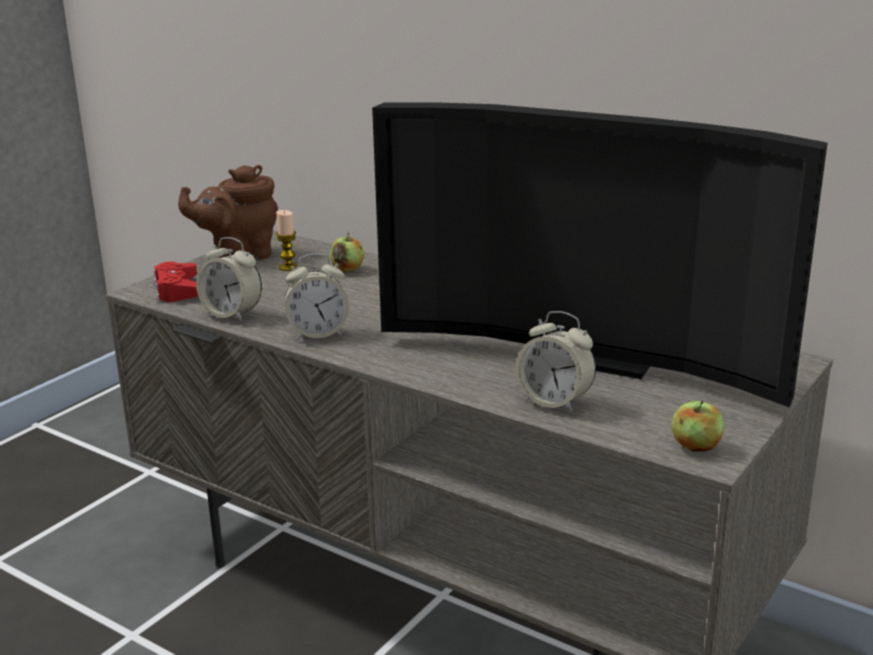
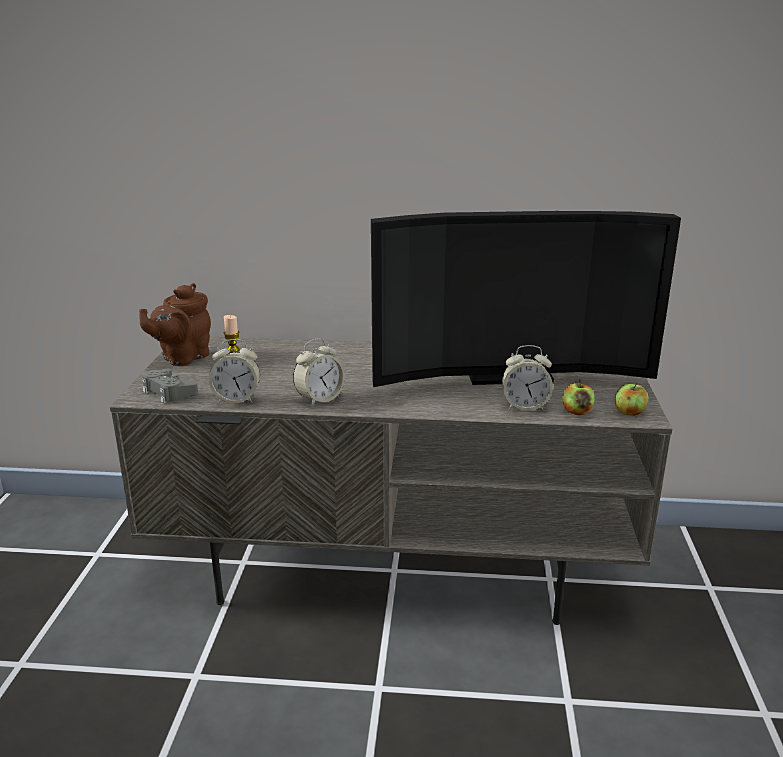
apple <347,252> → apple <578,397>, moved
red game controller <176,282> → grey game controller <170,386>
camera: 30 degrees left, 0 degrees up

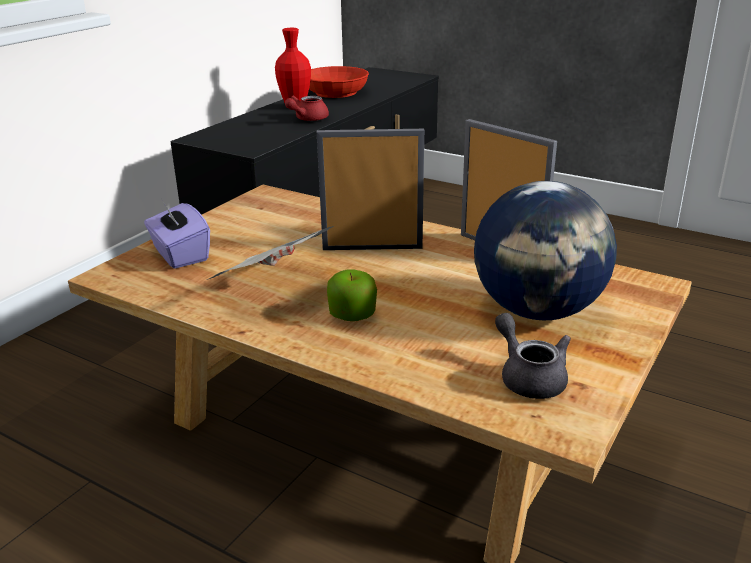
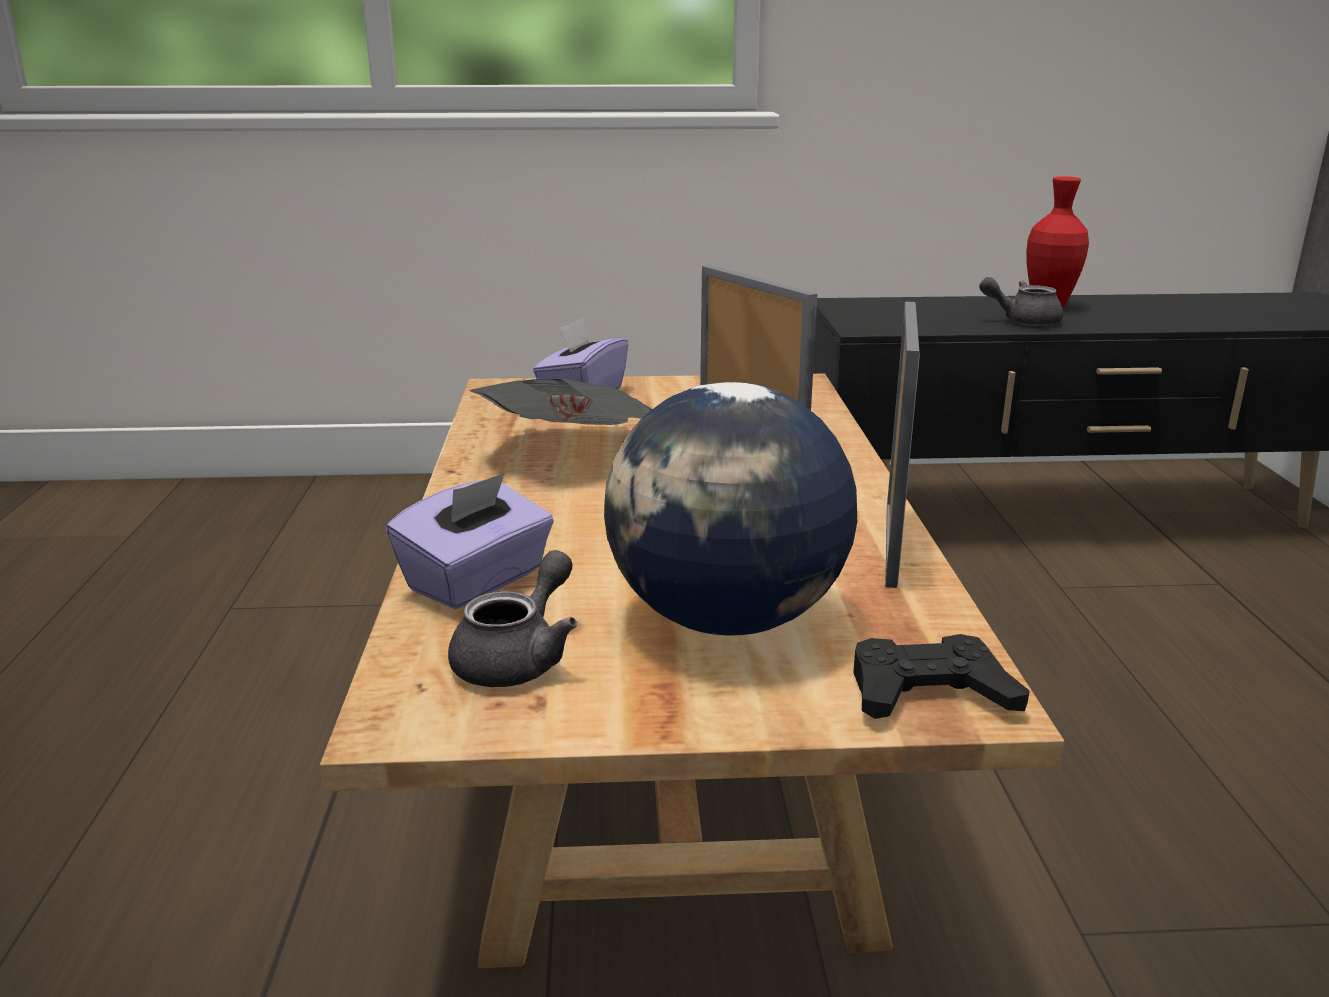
red bowl <339,82> → -
apple <352,295> → -
- → purple tissue box <470,540>
- → black game controller <941,676>
red teapot <307,108> → grey teapot <1021,301>
camera: 55 degrees right, 5 degrees down

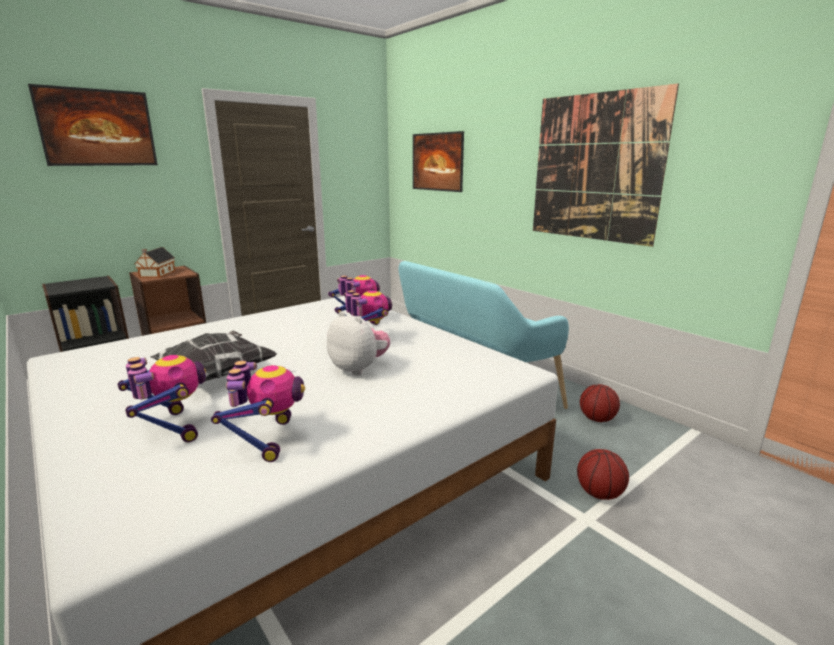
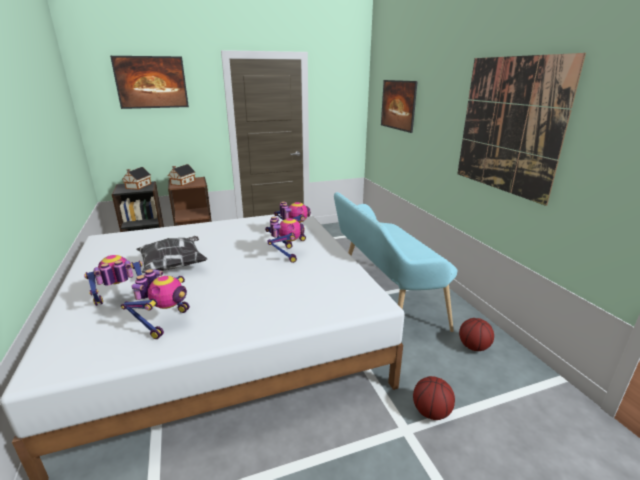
plush toy <358,343> → -
- → toy house <136,178>
toy robot <162,398> → toy robot <113,280>, 105 degrees counterclockwise
camera: 20 degrees right, 5 degrees up

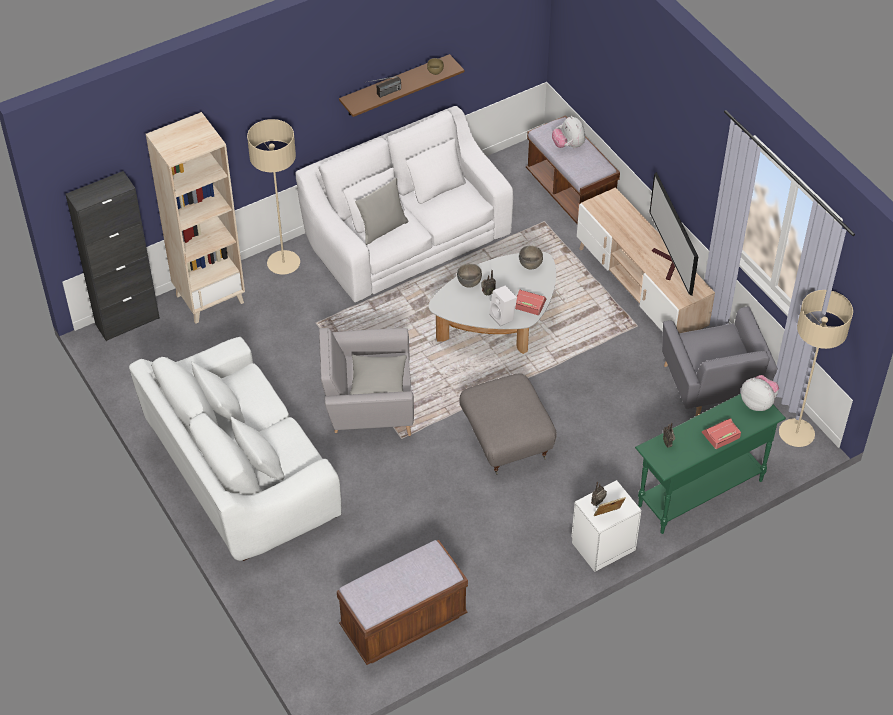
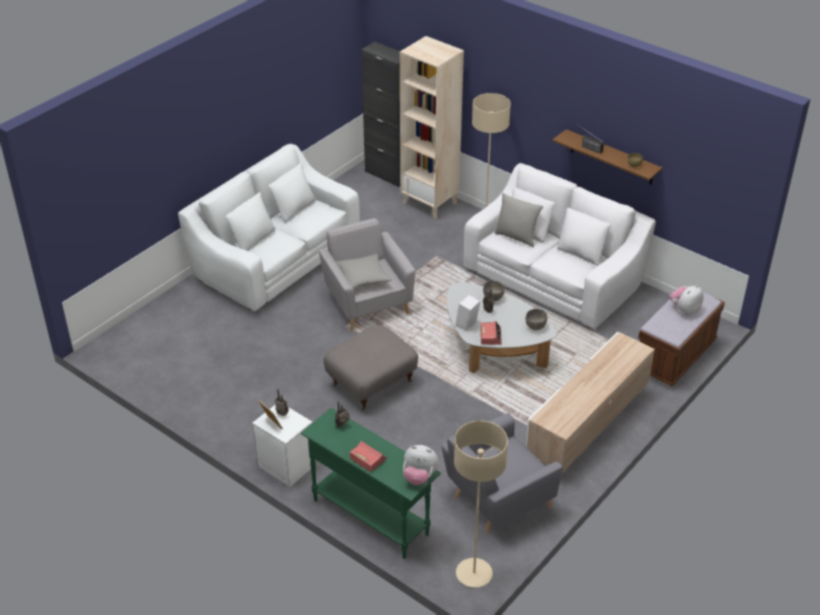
brown bench <402,602> → -
television <673,234> → -
plush toy <760,393> → plush toy <421,465>, 90 degrees clockwise
camera: 70 degrees right, 10 degrees down

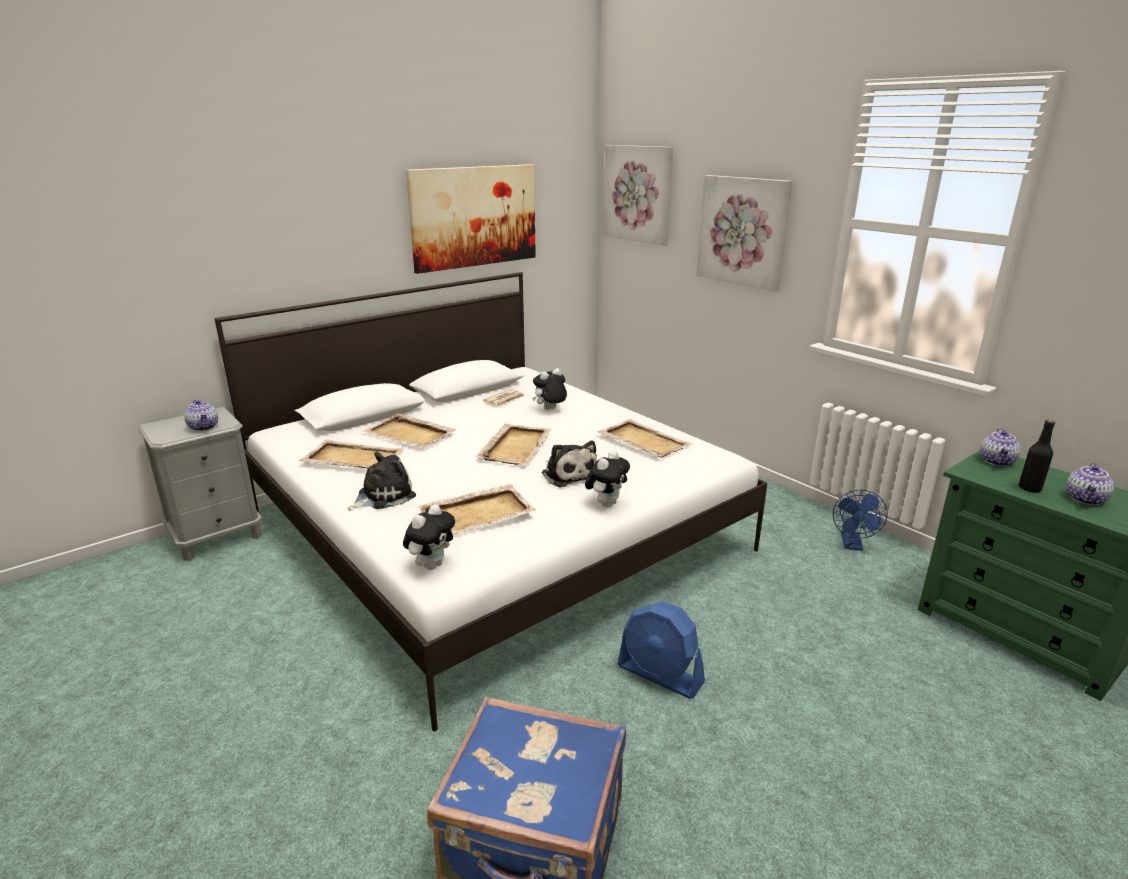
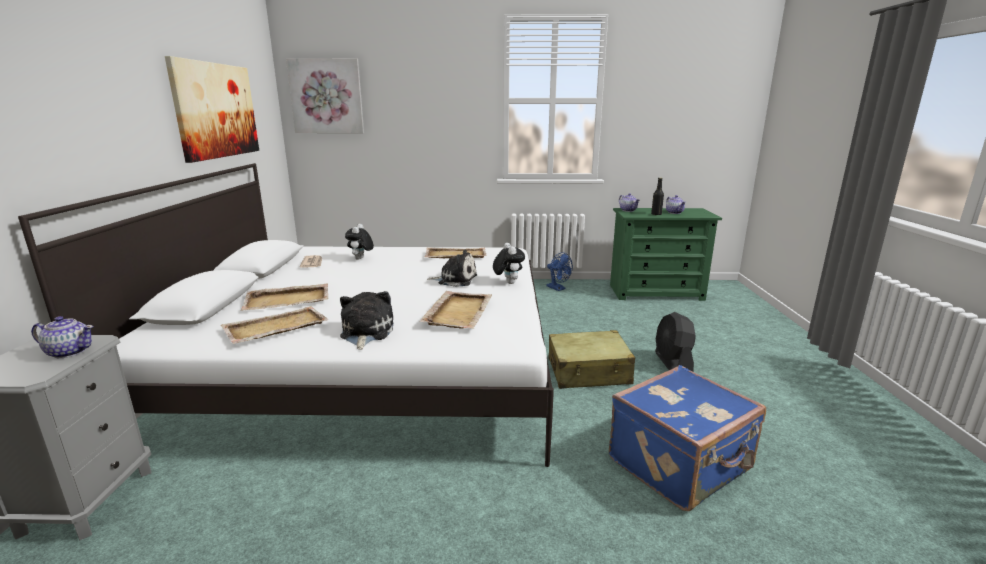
plush toy <429,537> → -
beige tray <513,444> → -
picture <744,233> → -
- → black fan <675,341>
blue fan <661,650> → beige suitcase <592,359>
camera: 50 degrees left, 5 degrees down

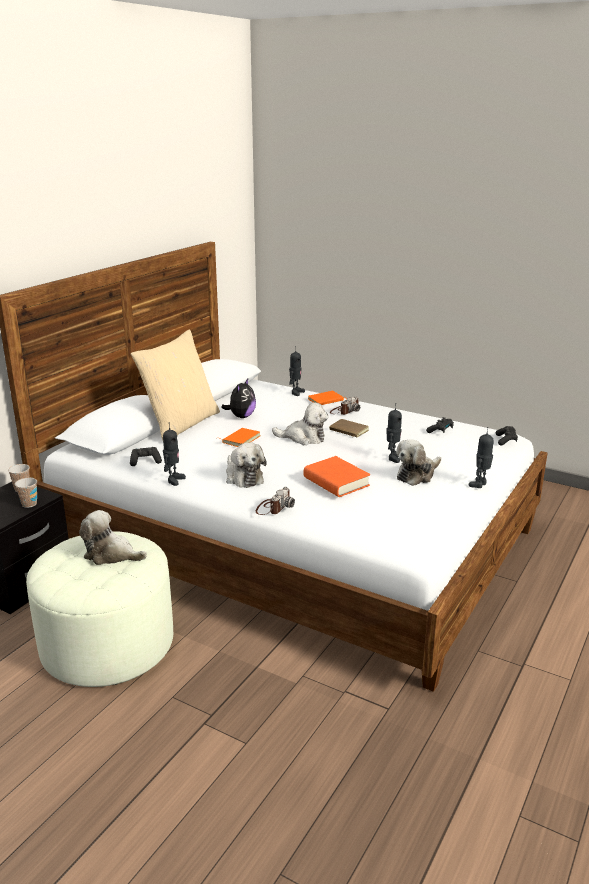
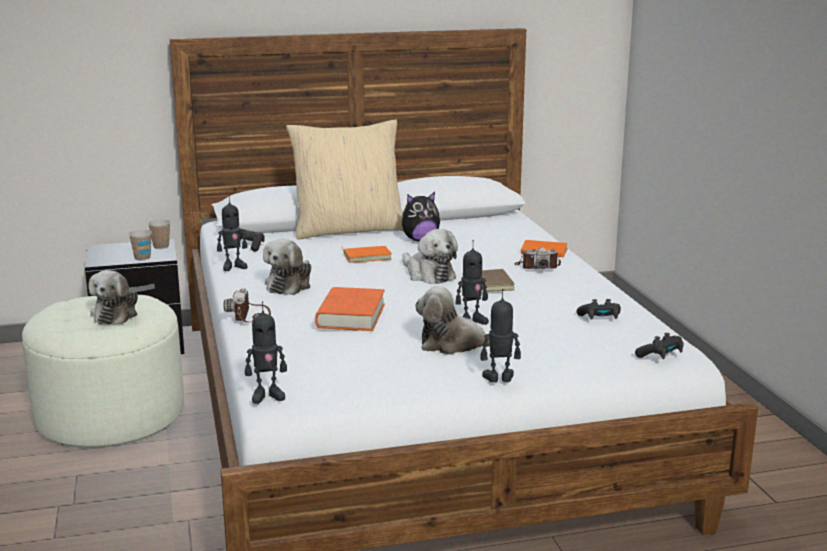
toy robot <297,371> → toy robot <266,352>, moved
plush toy <113,537> → plush toy <113,297>, 150 degrees counterclockwise
photo camera <275,501> → photo camera <247,305>, 105 degrees clockwise
camera: 45 degrees right, 5 degrees down

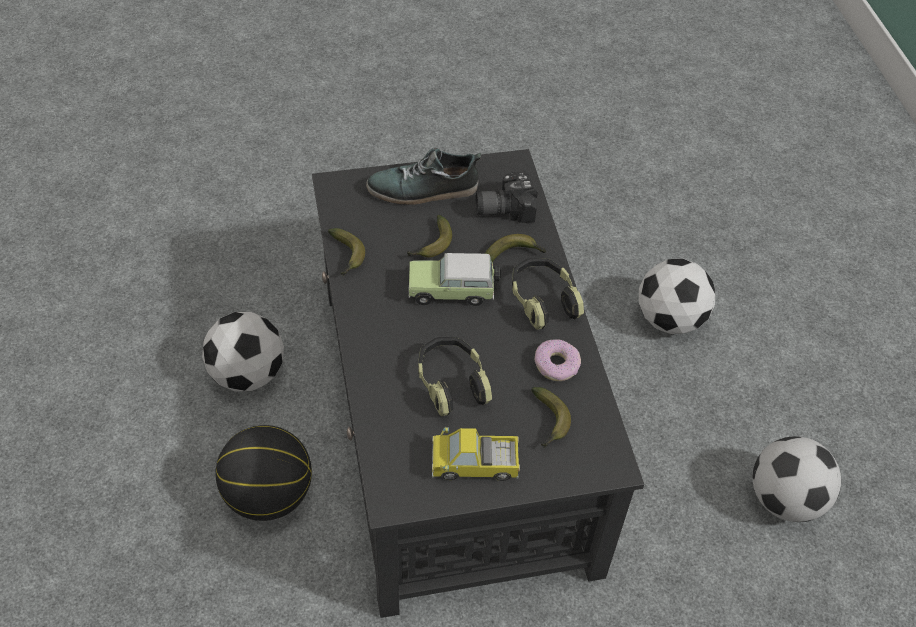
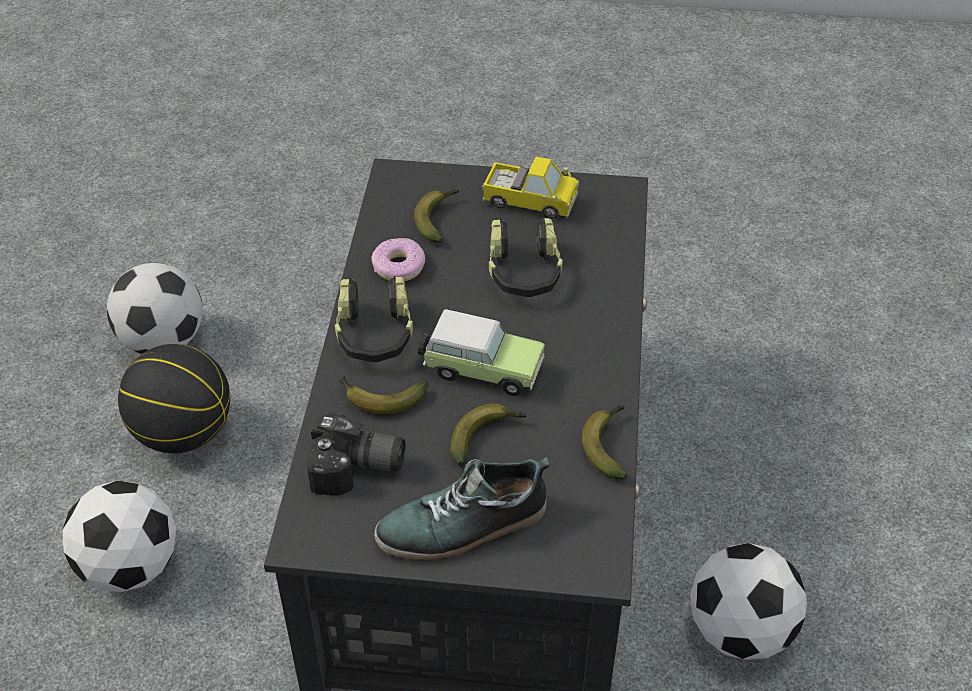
basketball <263,473> → basketball <174,398>, moved
shoe <423,176> → shoe <462,508>, 150 degrees clockwise
camera: 160 degrees left, 5 degrees down

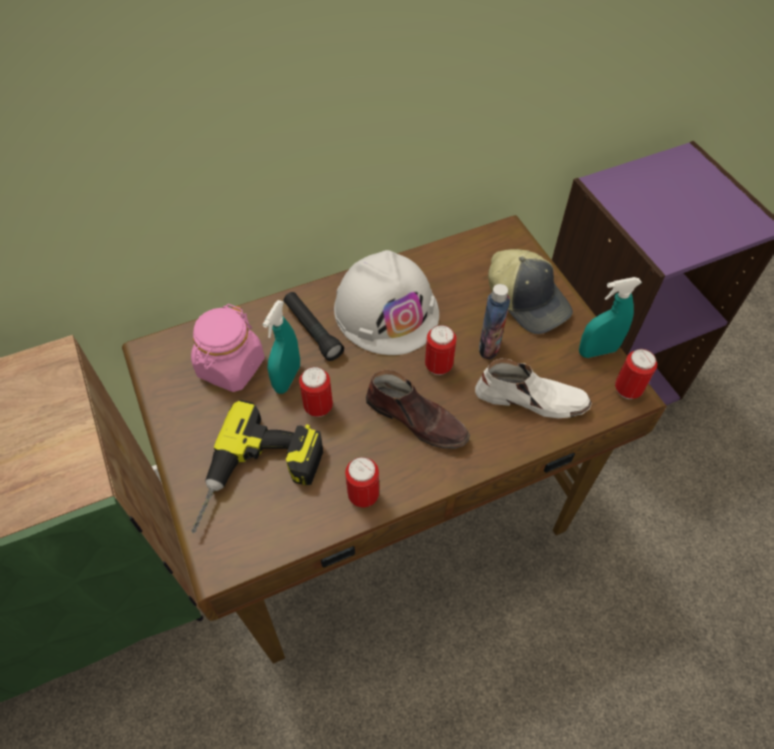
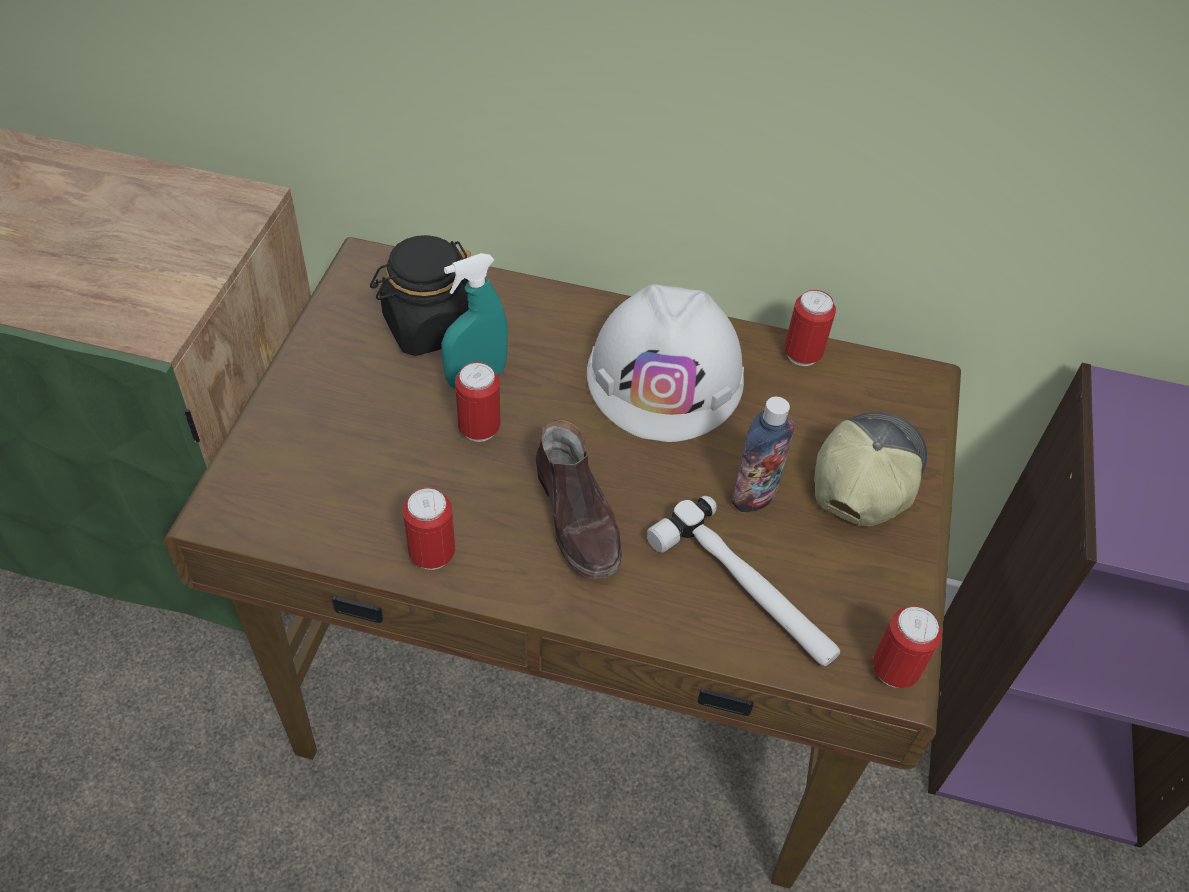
power drill <257,466> → -
black flashlight <314,326> → -
turquoise spray bottle <610,317> → -
can <441,350> → can <810,328>, moved
white shoe <533,388> → hammer <743,581>
pink jar <228,348> → black jar <420,295>
cap <530,291> → cap <870,469>, 150 degrees counterclockwise
camera: 35 degrees right, 5 degrees down

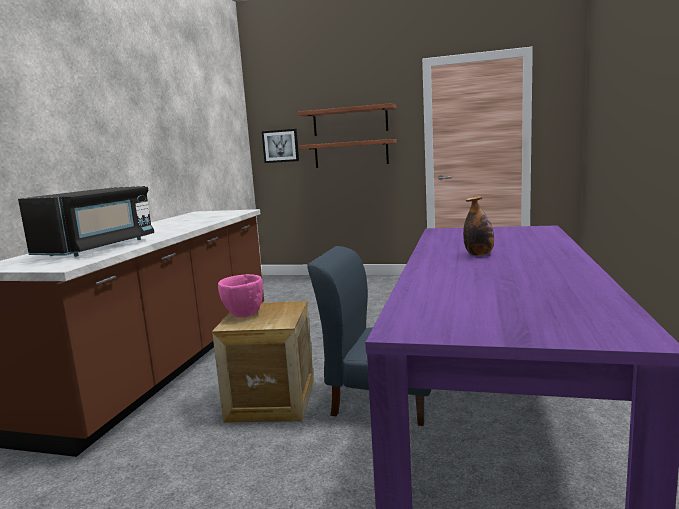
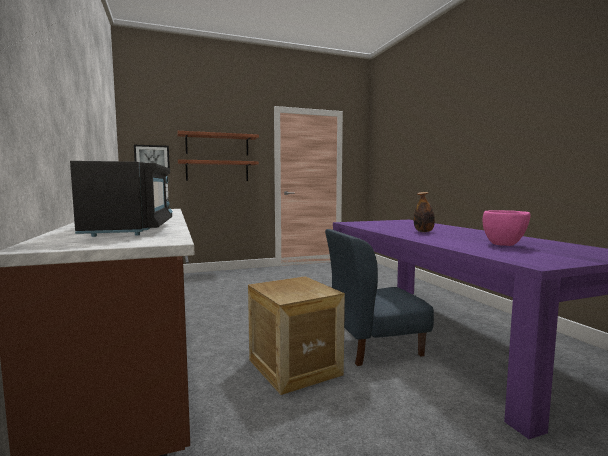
pink bowl <240,295> → pink bowl <507,228>, moved
camera: 35 degrees left, 5 degrees down

